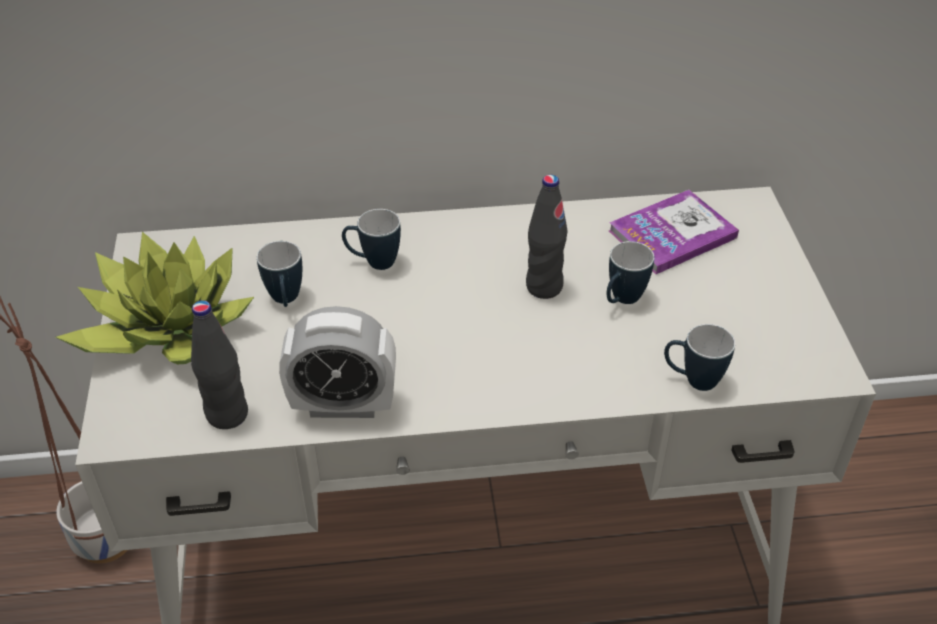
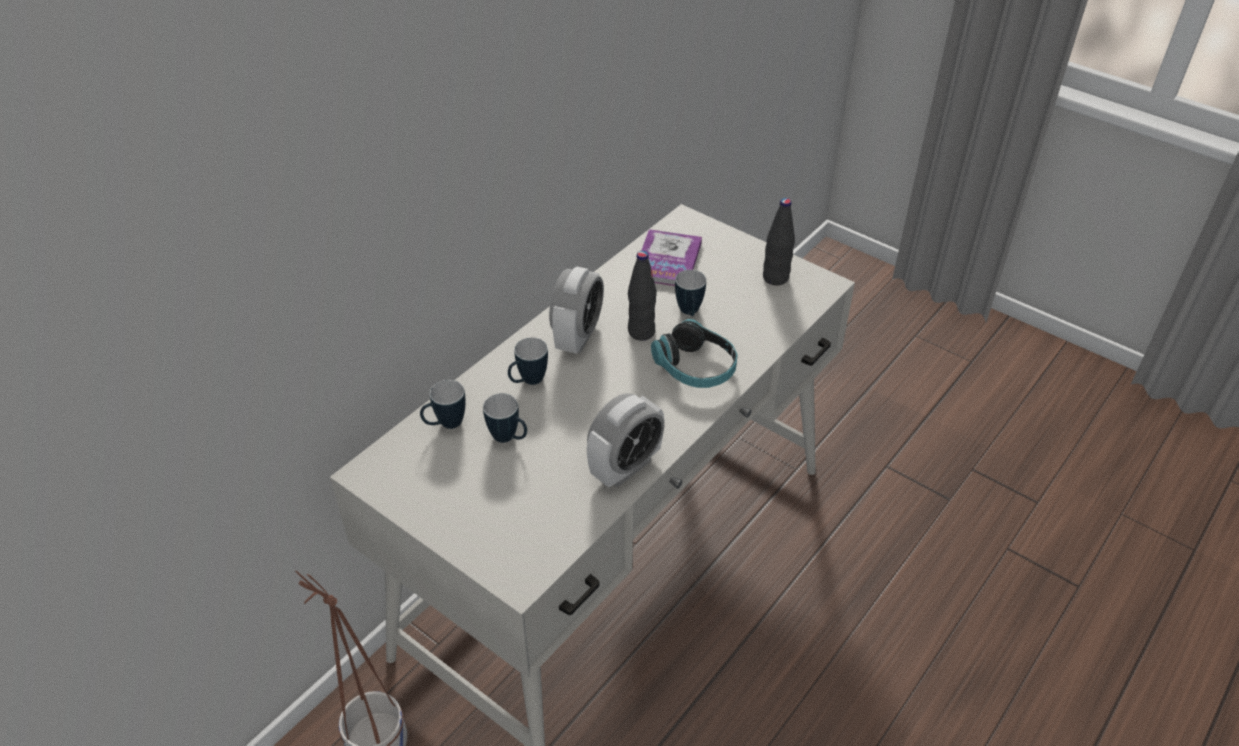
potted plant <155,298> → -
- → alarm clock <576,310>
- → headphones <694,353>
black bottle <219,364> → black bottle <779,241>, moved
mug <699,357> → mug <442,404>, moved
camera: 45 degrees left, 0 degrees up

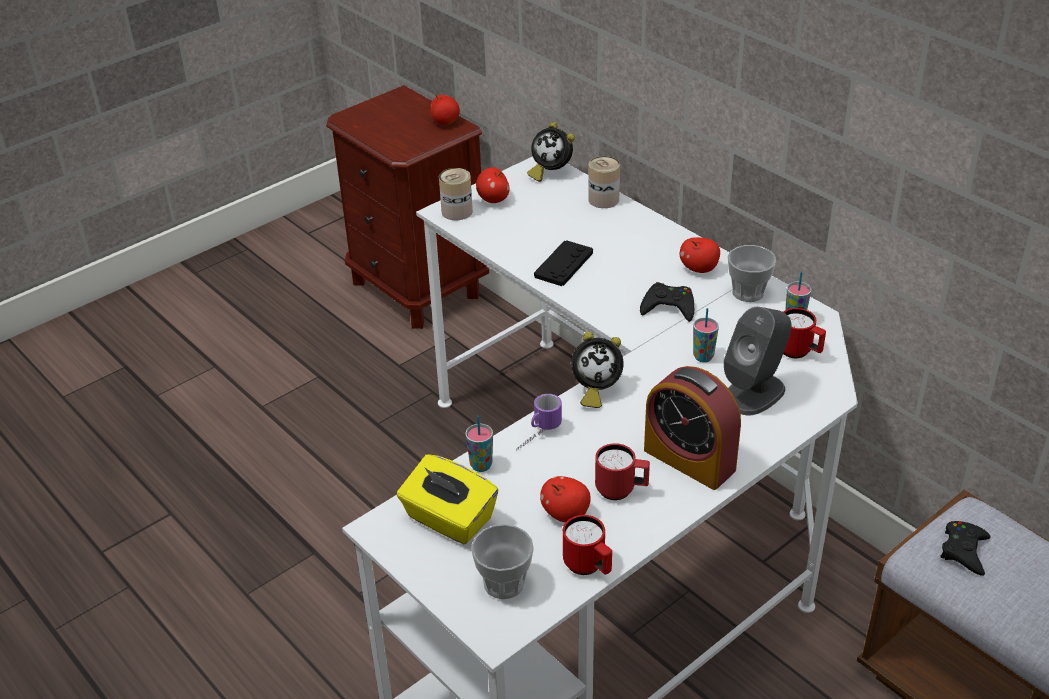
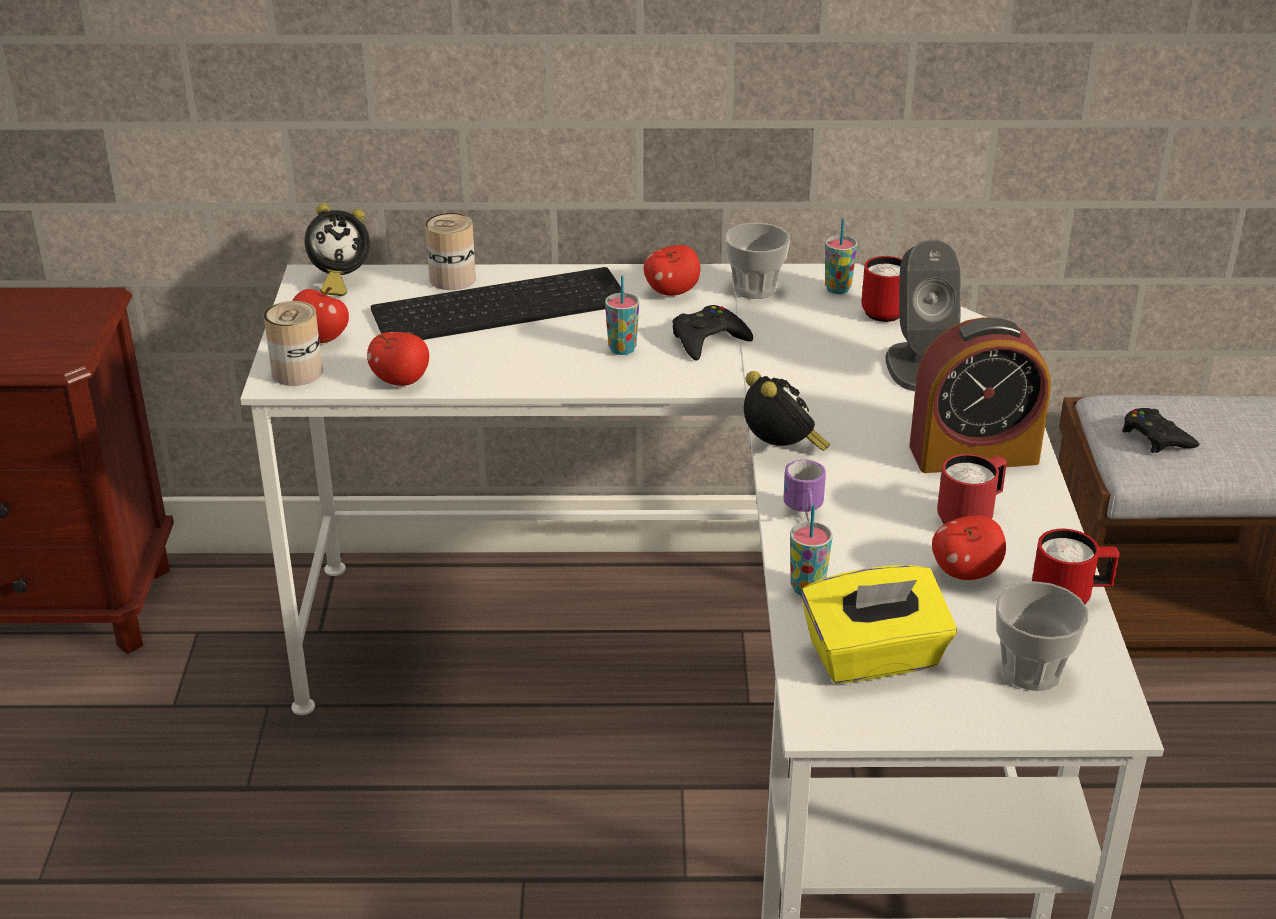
black game controller <563,263> → -
- → keyboard <498,303>
apple <445,109> → apple <398,359>, moved
cup <706,335> → cup <622,315>, moved
alarm clock <597,369> → alarm clock <787,411>, 60 degrees counterclockwise
camera: 50 degrees left, 5 degrees down

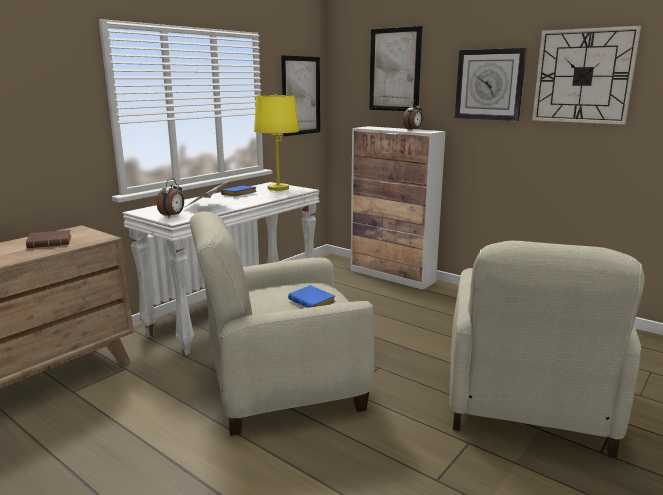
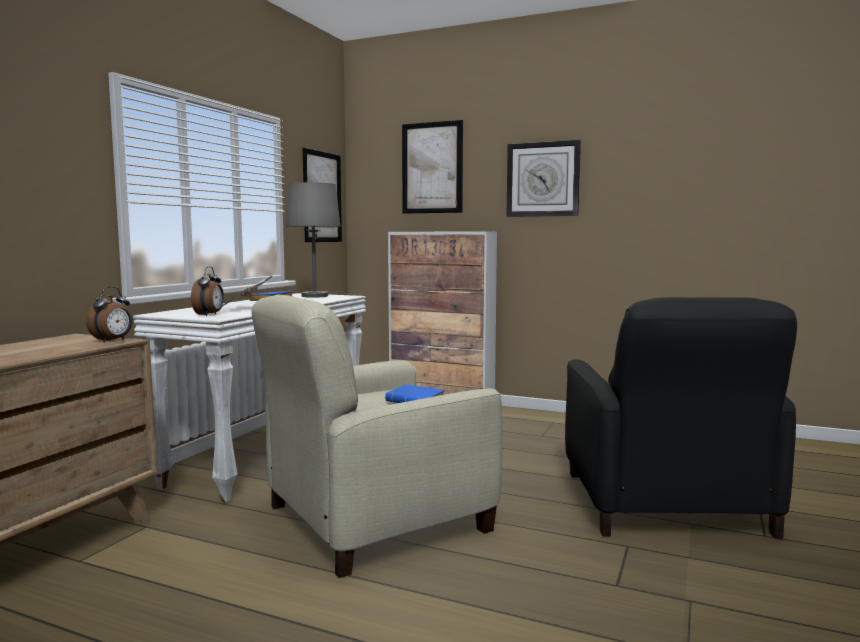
brown book <48,239> → -
wall clock <586,75> → -
alarm clock <413,115> → alarm clock <109,314>, moved
yellow table lamp <276,142> → grey table lamp <313,240>
beige armchair <547,349> → black armchair <681,418>
camera: 15 degrees left, 10 degrees down

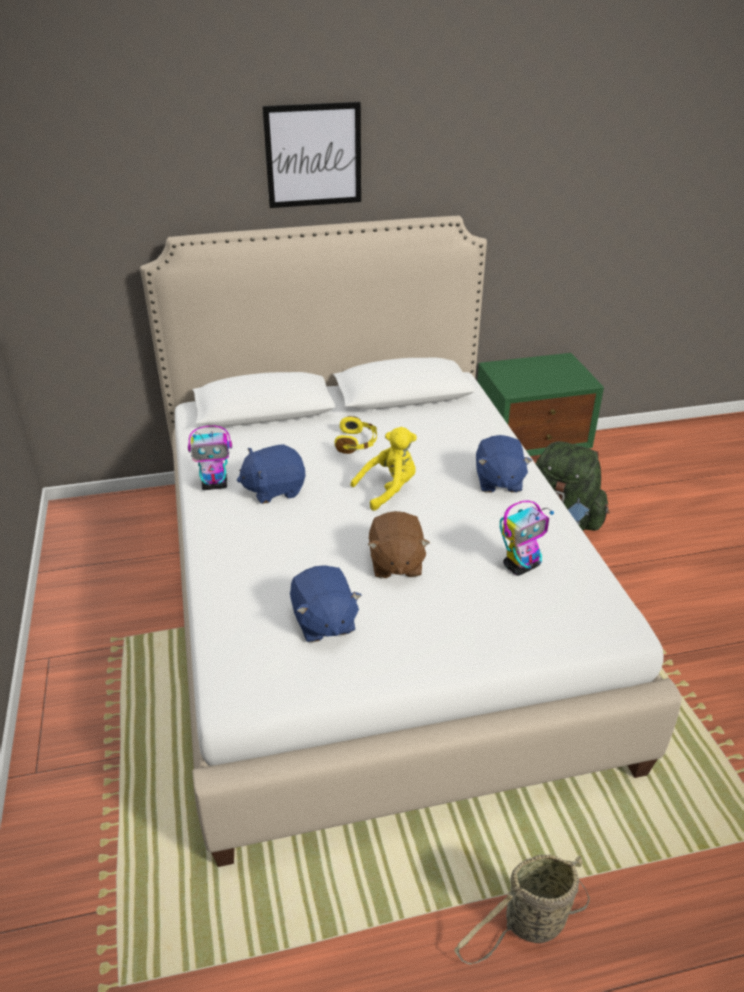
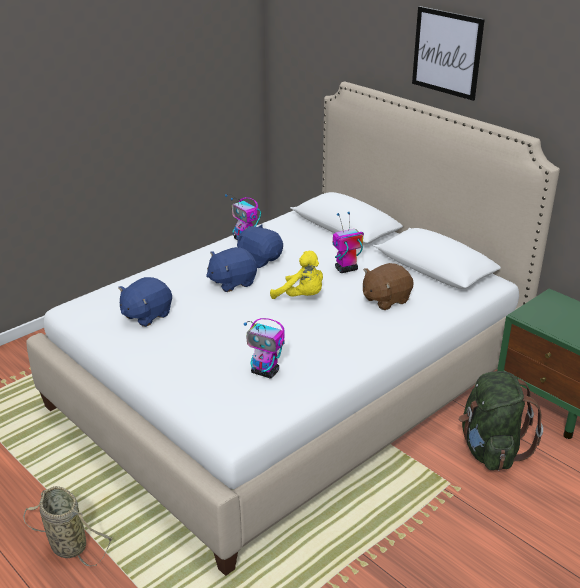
brown plush toy <399,544> → brown plush toy <388,286>, moved
blue plush toy <504,464> → blue plush toy <231,269>, moved
yellow headphones <356,435> → toy robot <348,242>
camera: 60 degrees right, 5 degrees down

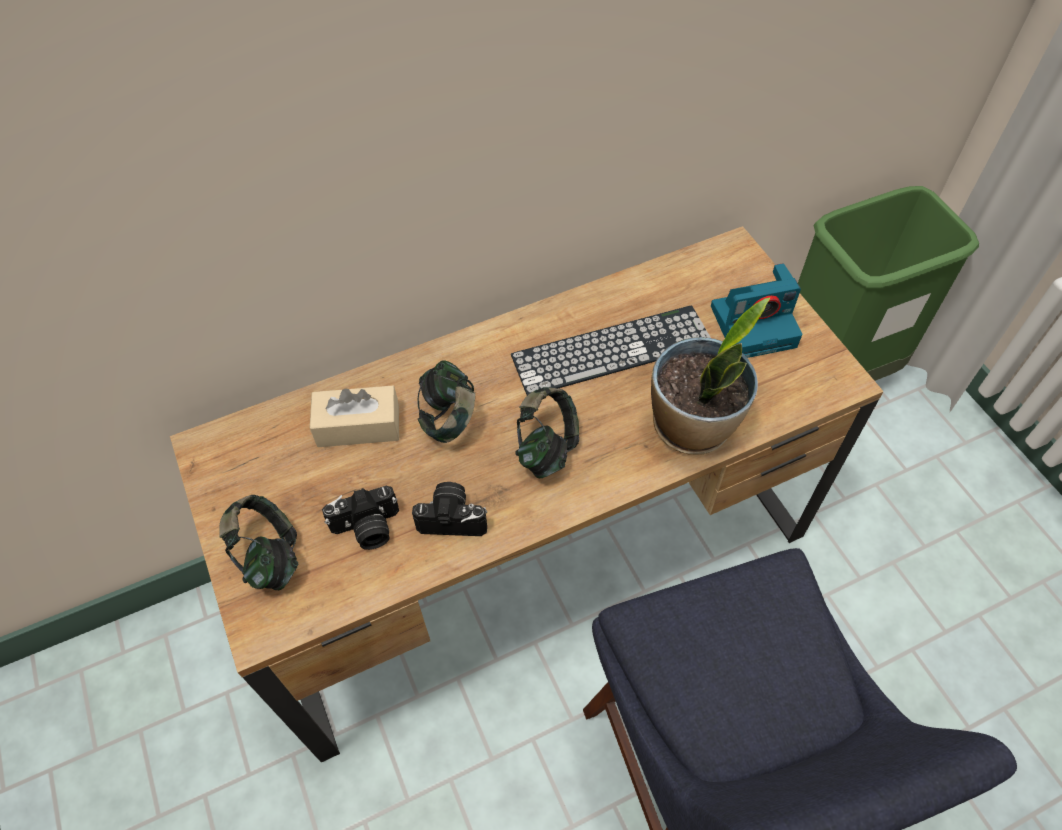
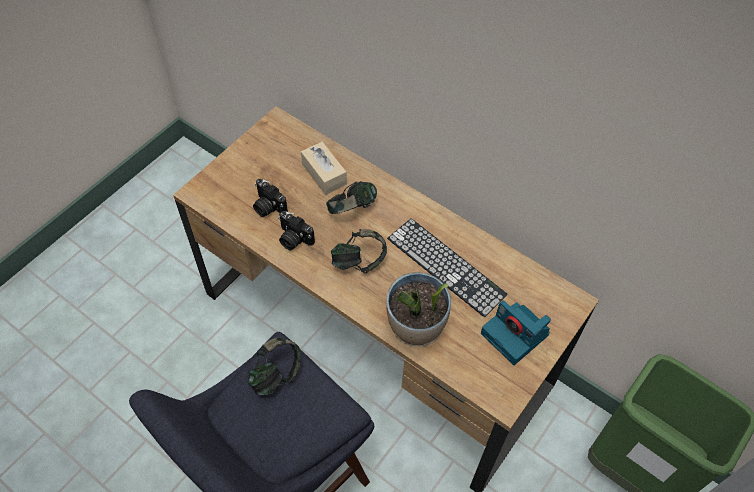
headphones <258,542> → headphones <275,366>, moved
photo camera <450,509> → photo camera <296,231>, 150 degrees clockwise
camera: 60 degrees right, 0 degrees up

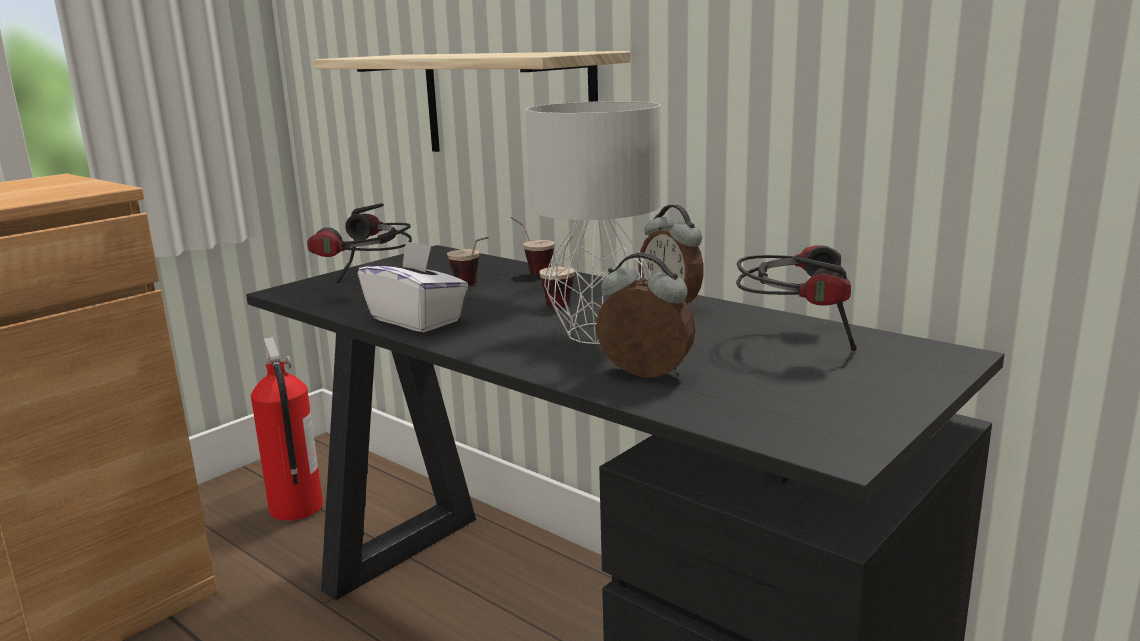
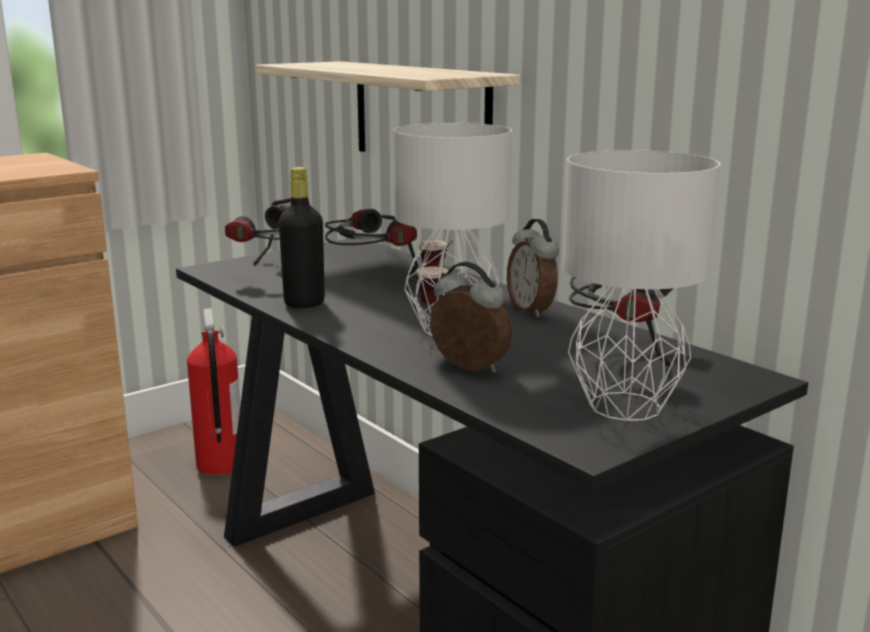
- → grey table lamp <641,285>
white tissue box <413,286> → black bottle <302,237>
cup <468,261> → headphones <371,242>
camera: 10 degrees right, 0 degrees up

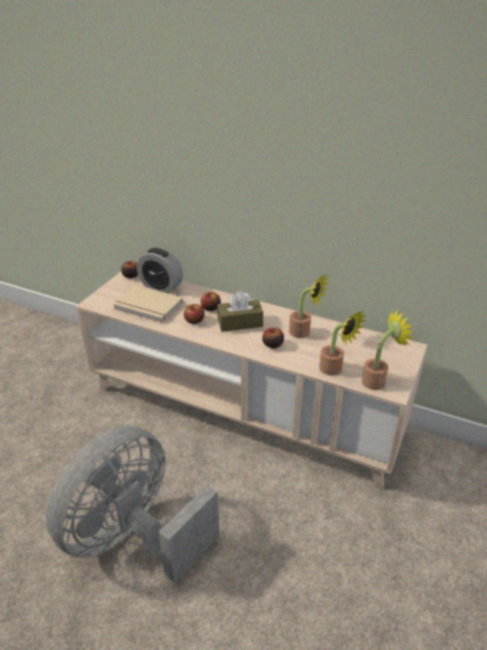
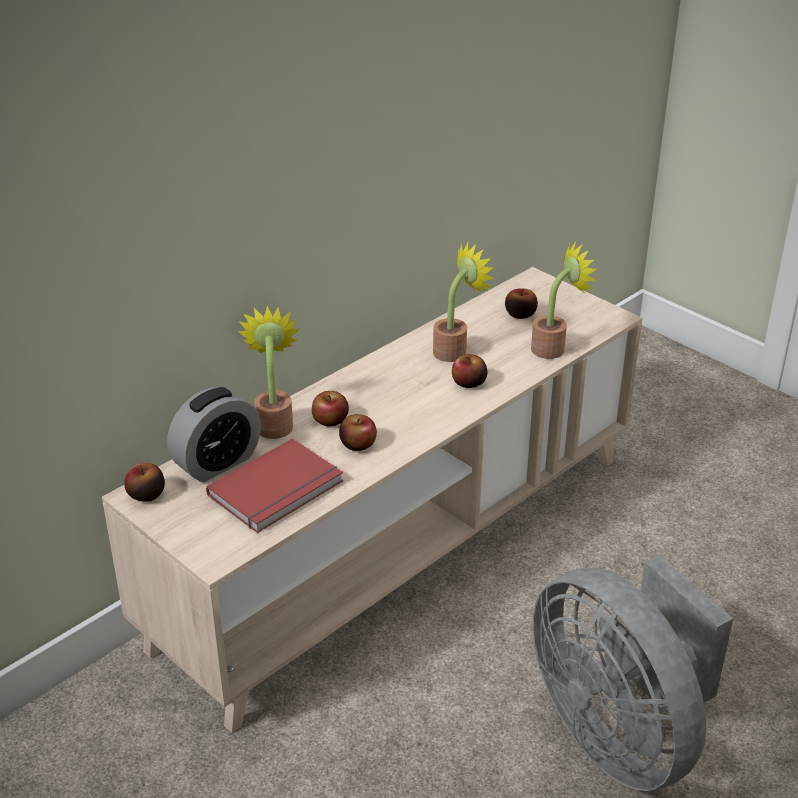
brown tissue box <240,311> → -
- → apple <521,303>
potted plant <388,349> → potted plant <269,372>, moved
beige book <148,304> → red book <274,485>
camera: 70 degrees left, 0 degrees up

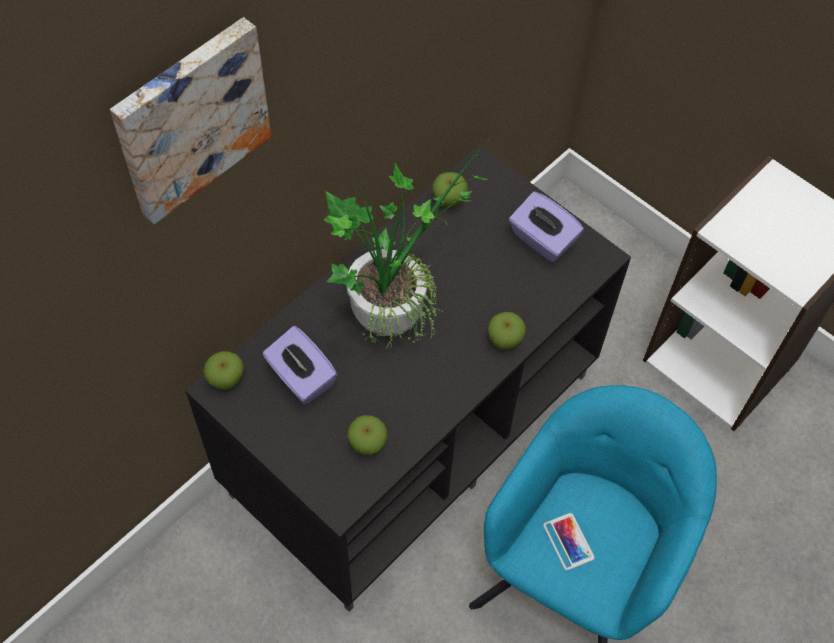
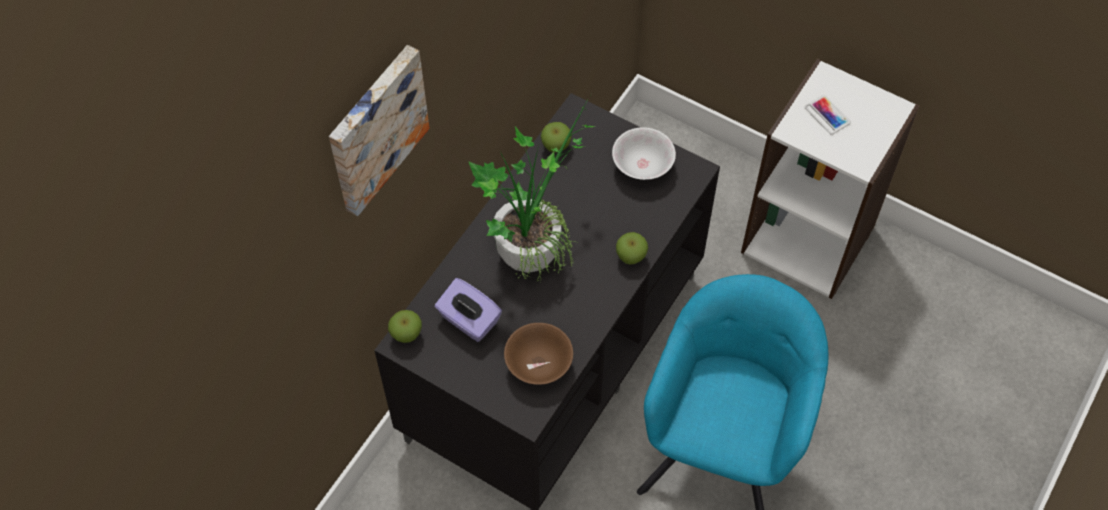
phone <569,542> → phone <828,115>, moved
apple <367,435> → brown bowl <538,354>
purple tissue box <546,227> → white bowl <644,153>
camera: 10 degrees left, 0 degrees up

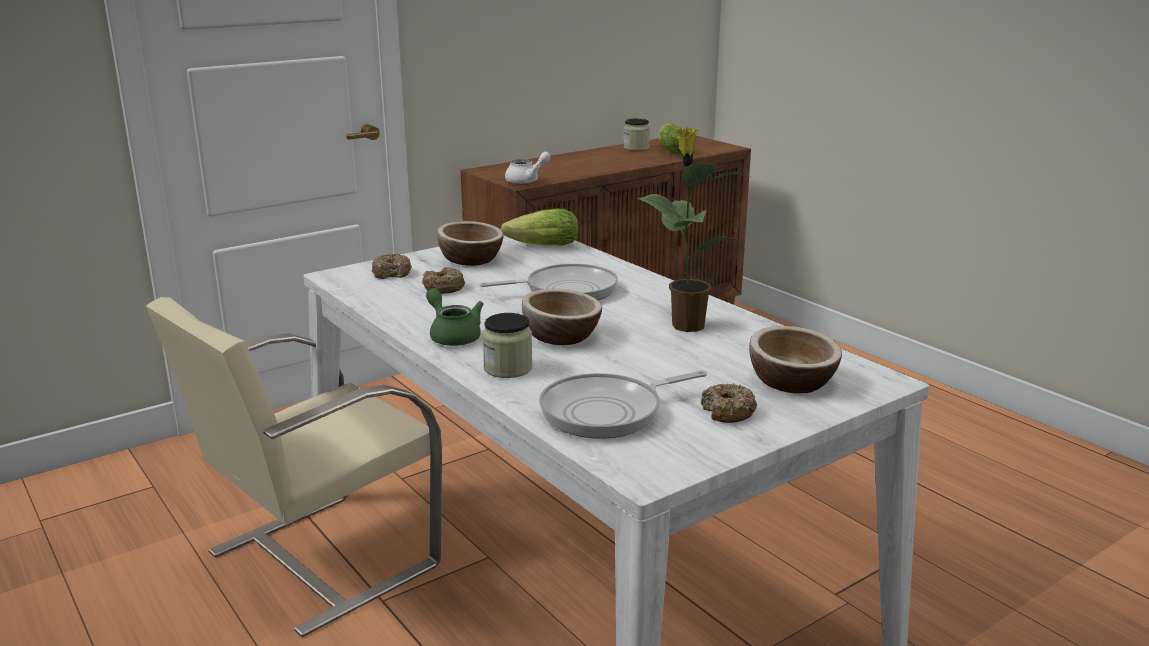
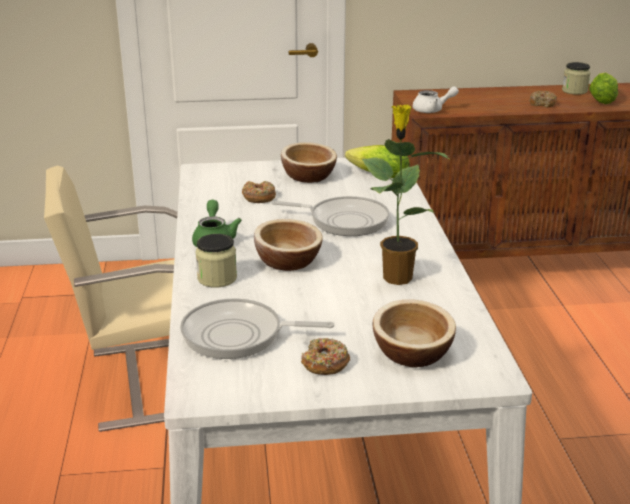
donut <392,266> → donut <543,99>, moved
camera: 30 degrees right, 5 degrees up

